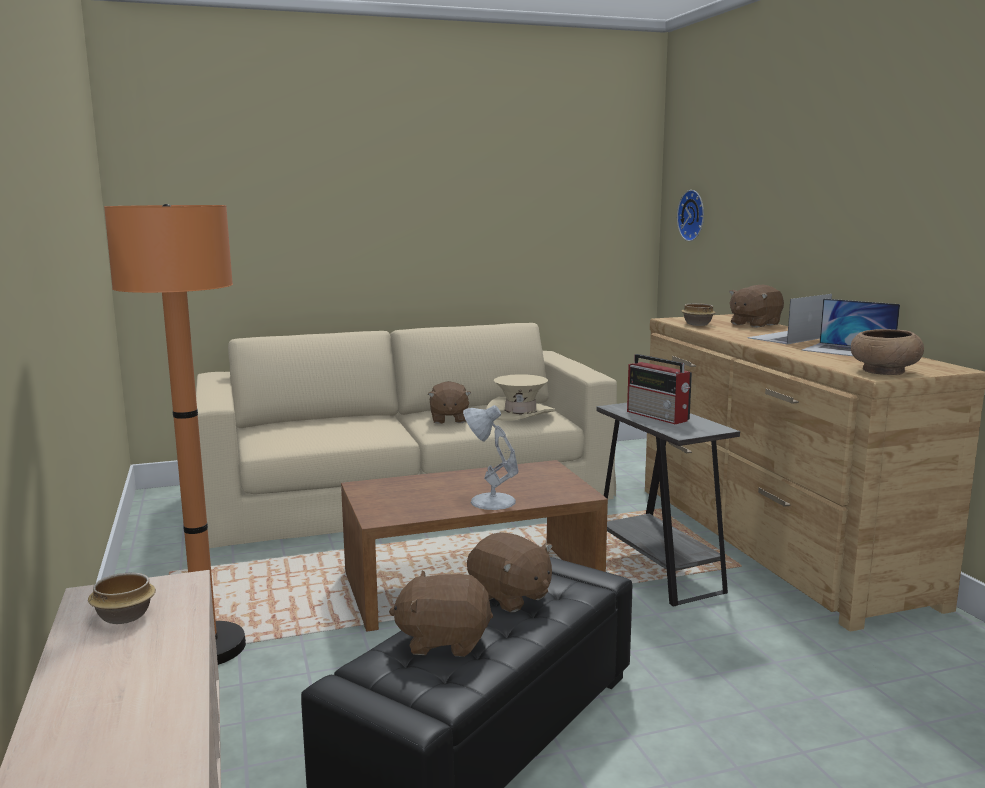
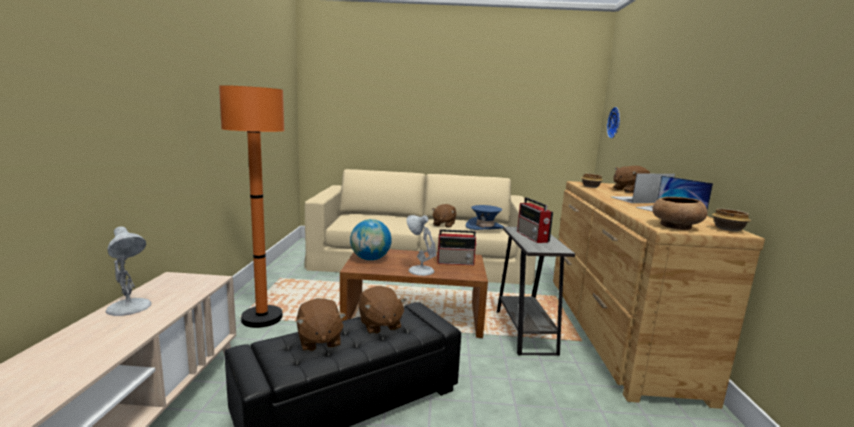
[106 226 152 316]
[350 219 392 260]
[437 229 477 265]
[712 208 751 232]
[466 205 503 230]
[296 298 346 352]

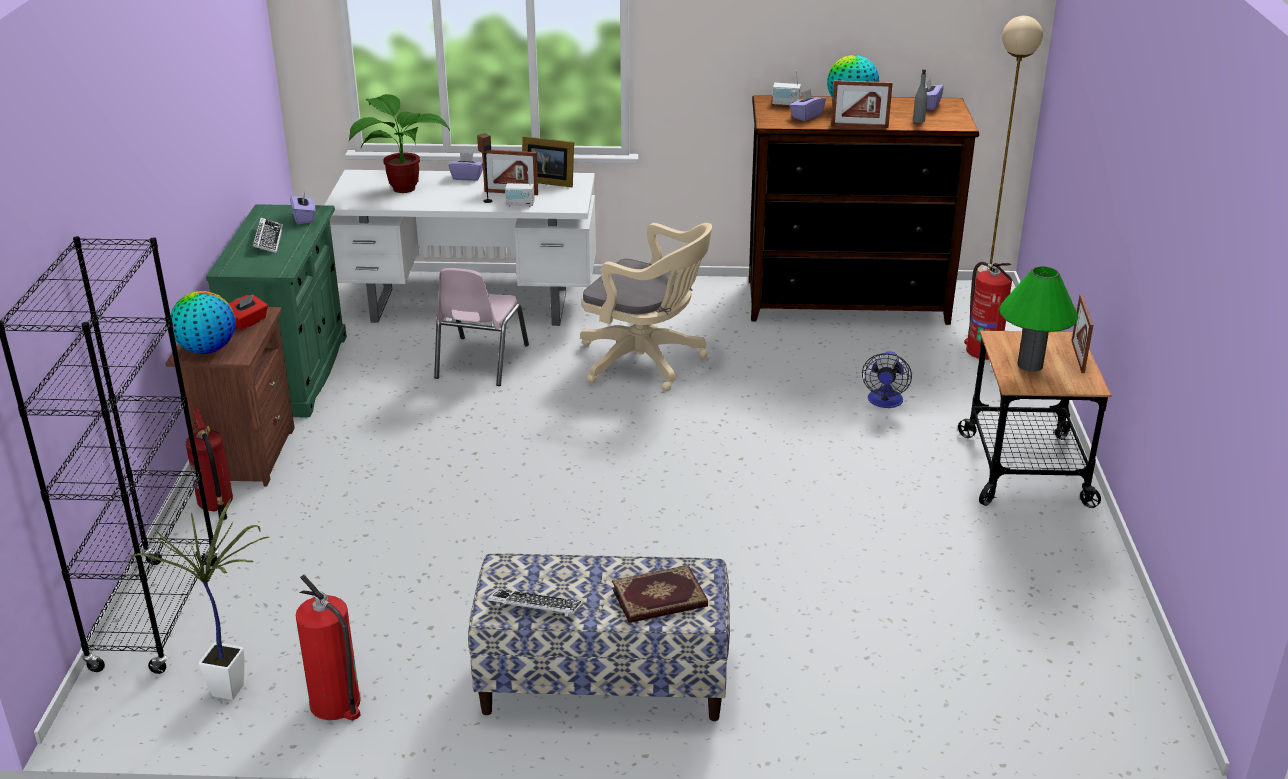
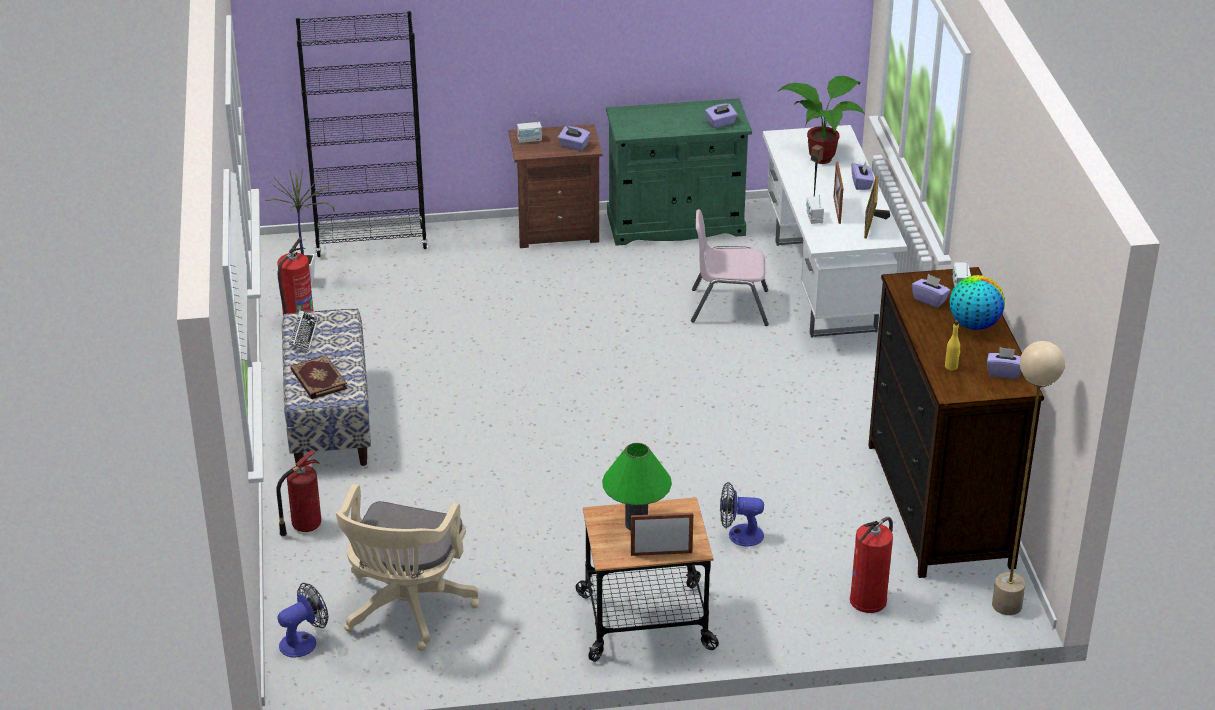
[253 217 283 253] (first image)
[831 80 893 128] (first image)
[278 583 328 657]
[276 450 321 536]
[336 484 479 651]
[517 113 542 143]
[558 126 590 151]
[945 320 960 370]

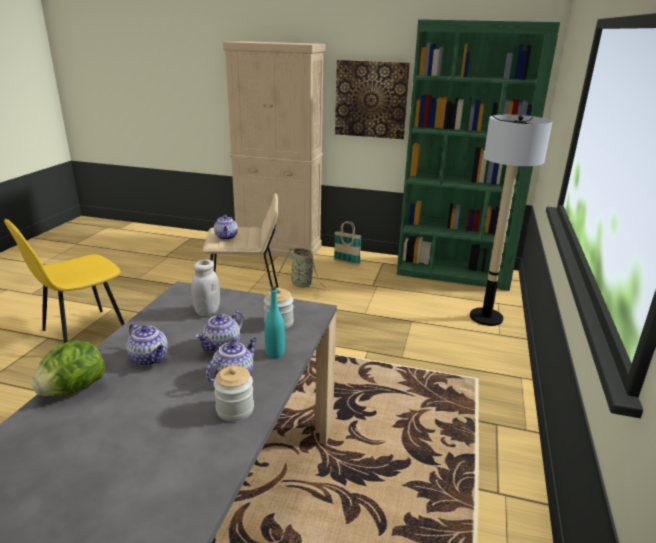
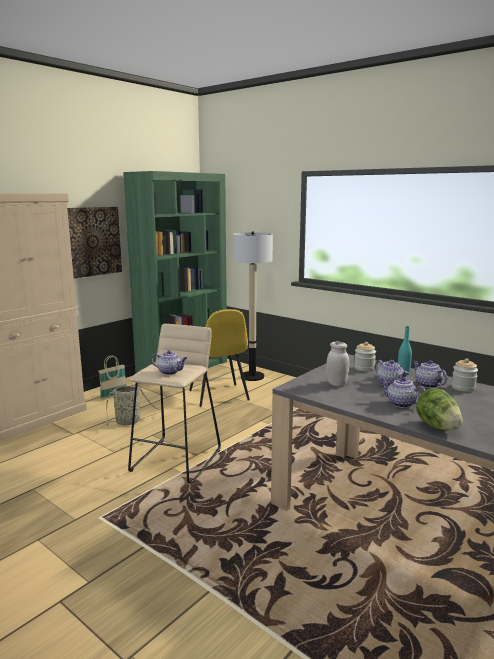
[189 309 250 407]
[381 377 425 408]

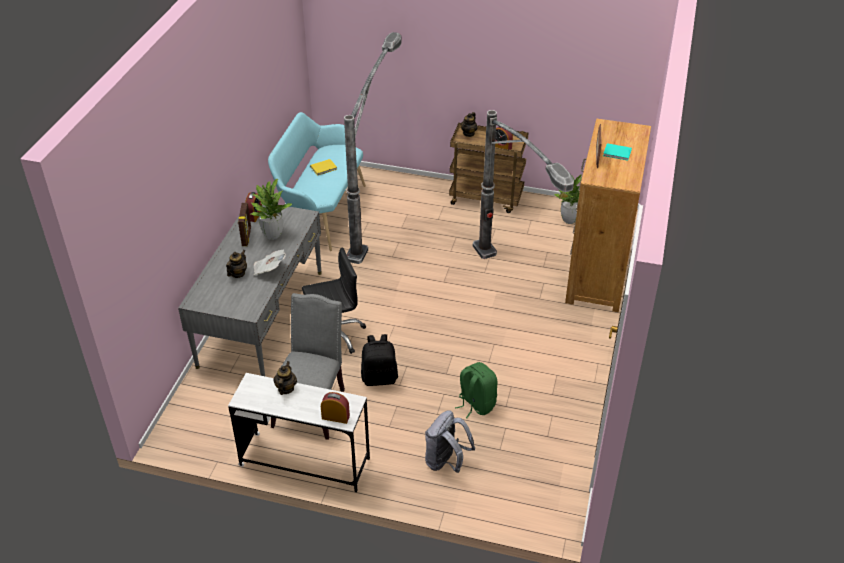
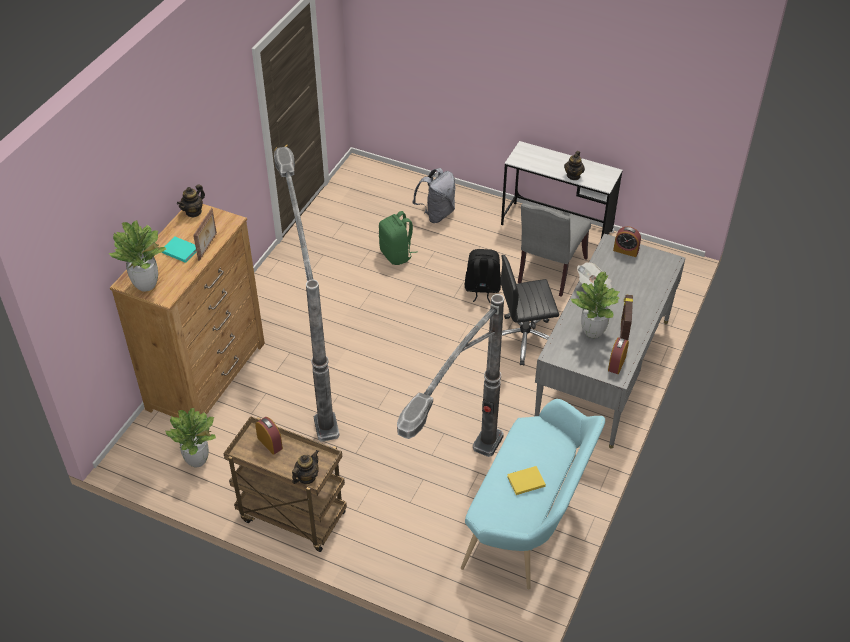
[109 220 167 292]
[177 184 205 217]
[613 226 641 257]

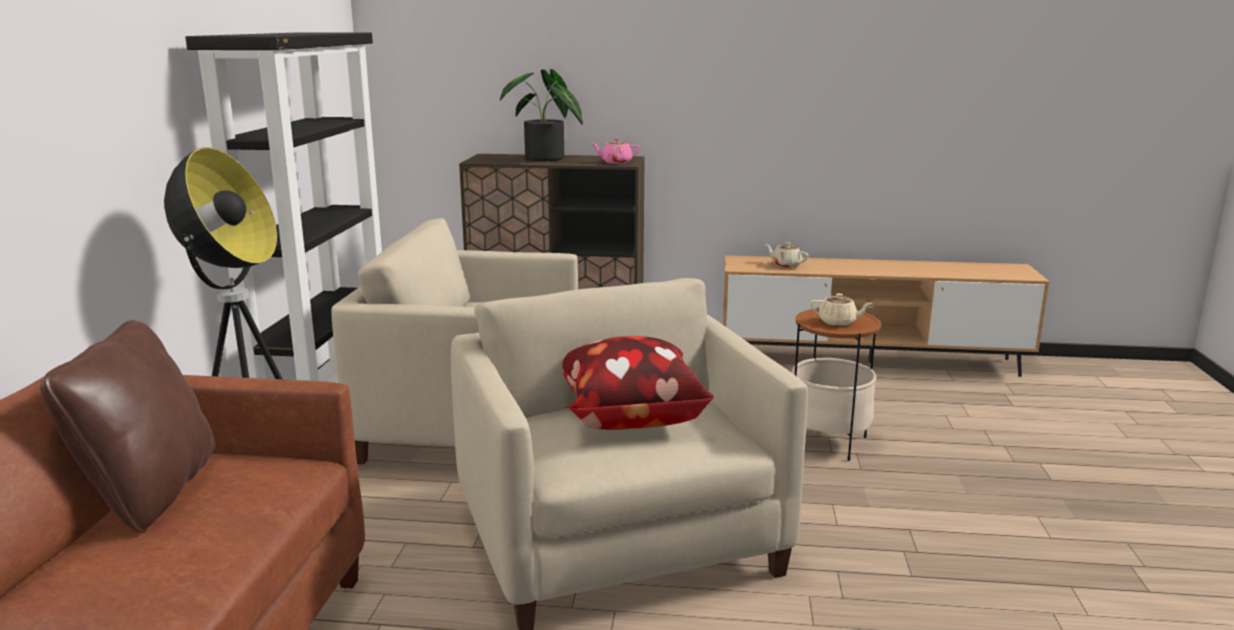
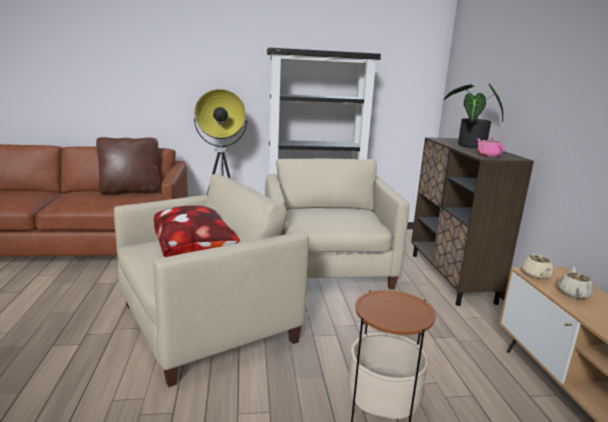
[522 253 554 279]

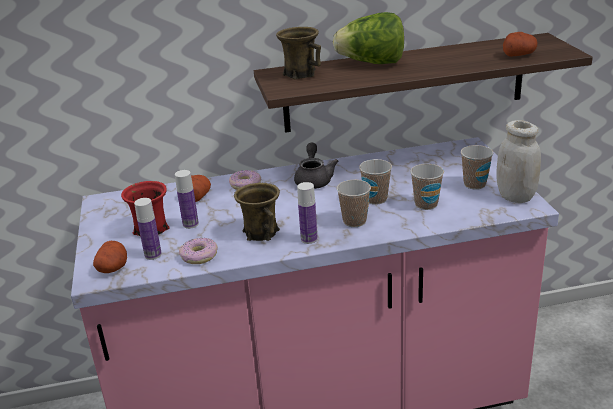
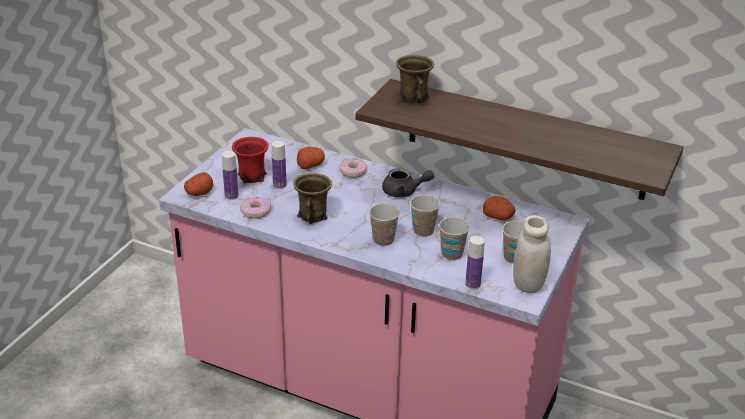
[333 12 404 64] (first image)
[465 236 485 290]
[483 196 516 221]
[382 168 434 198]

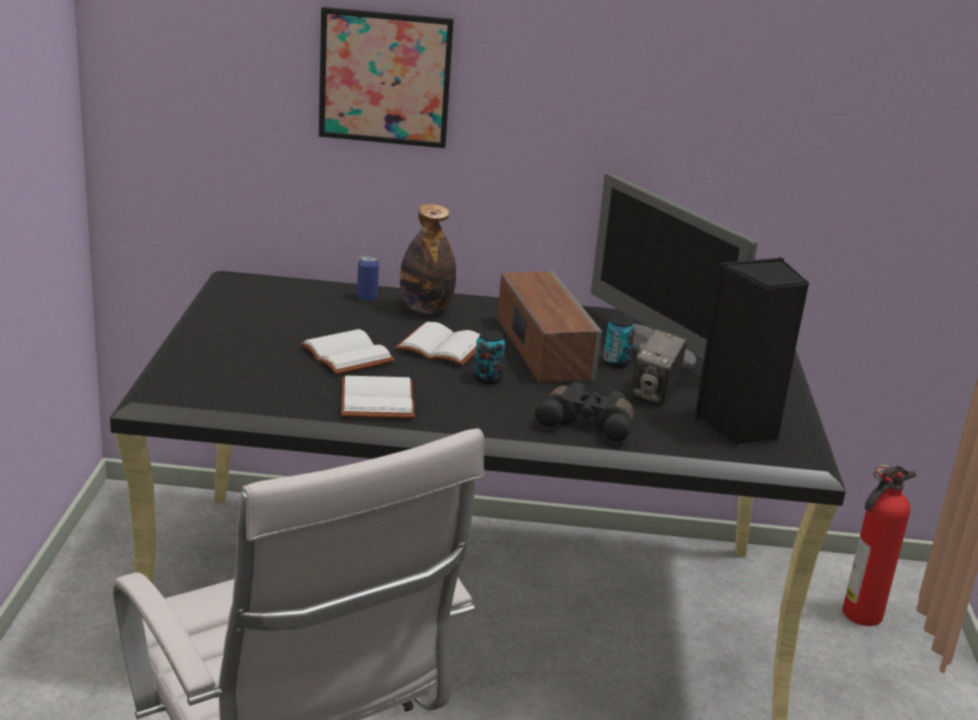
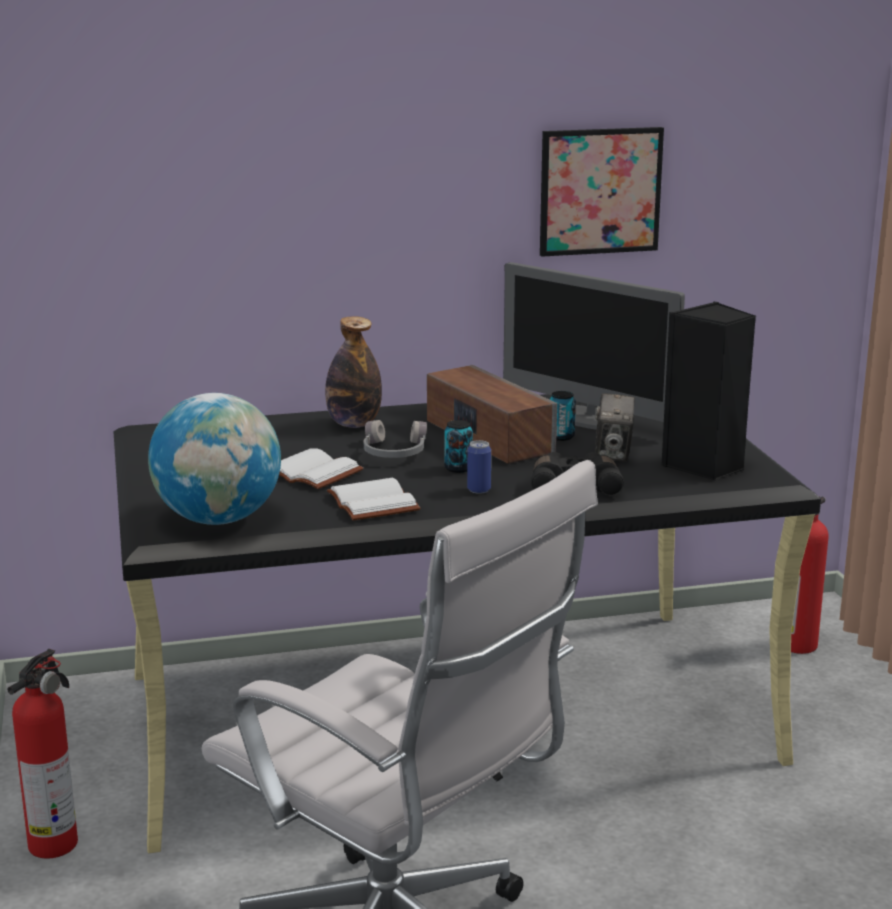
[7 649 78 858]
[148 393 281 525]
[540 127 664 257]
[467 440 491 494]
[364 420 427 458]

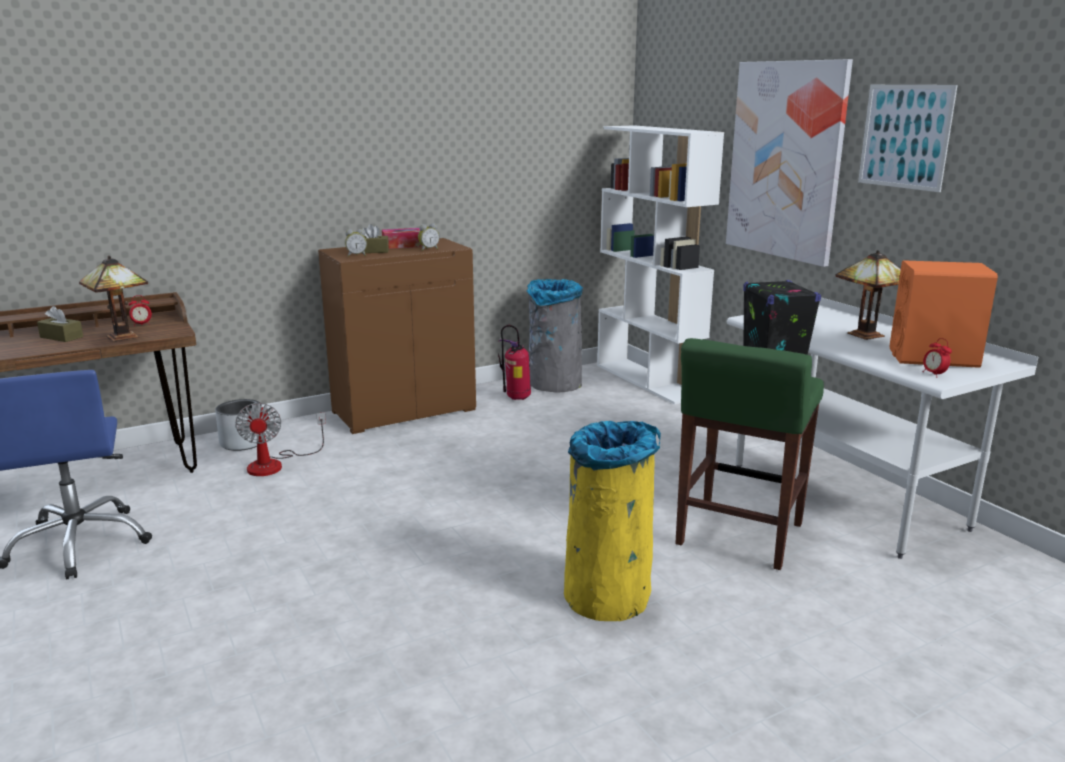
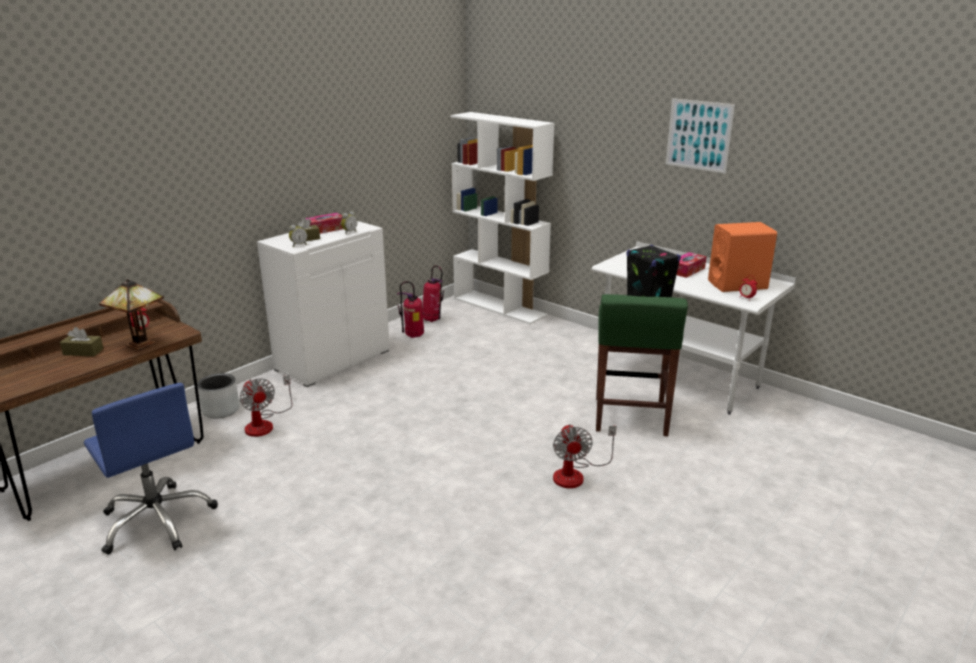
[726 59 853 267] (first image)
[423 266 444 322]
[553 424 616 488]
[677 252 707 278]
[257 221 390 387]

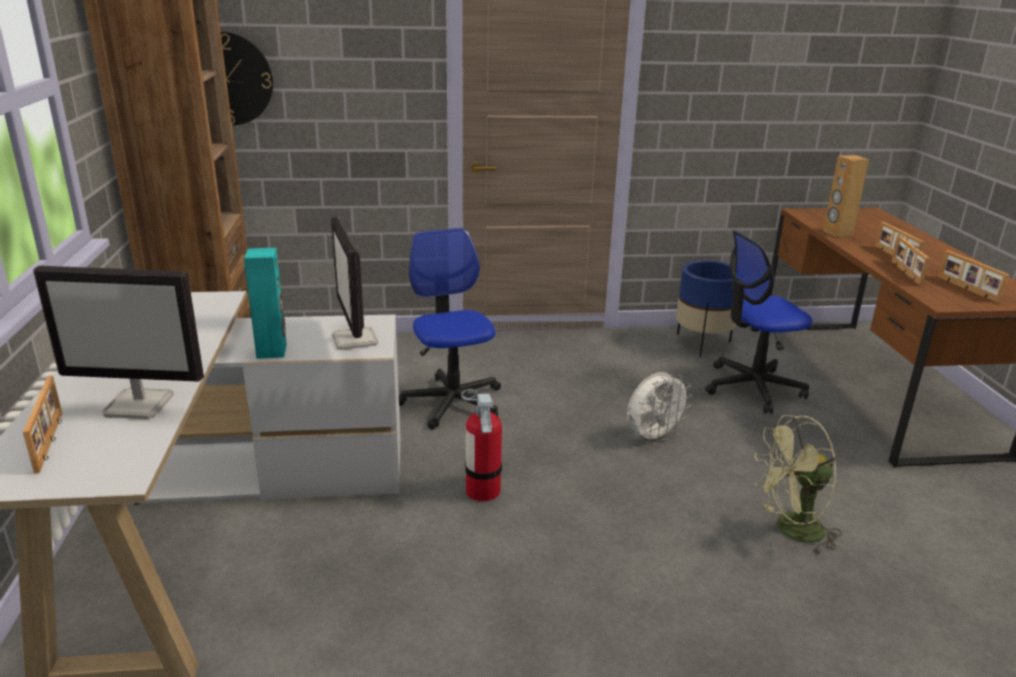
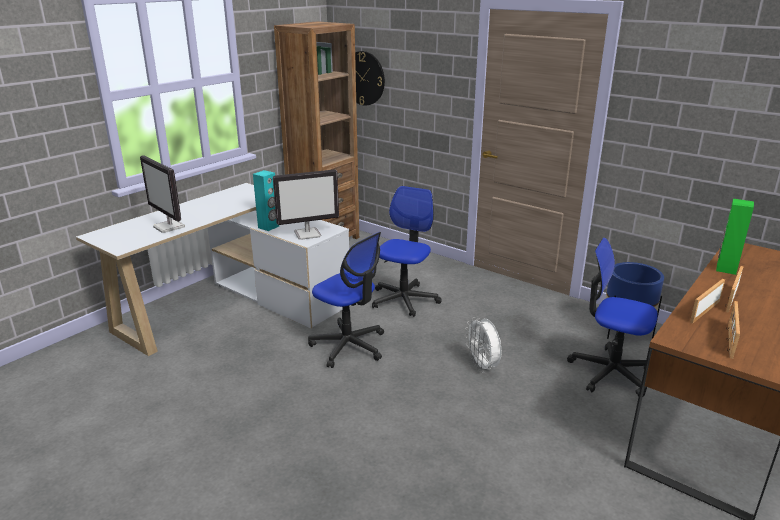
[23 375 62 474] (first image)
[755 415 842 555] (first image)
[308 232 384 368]
[716 199 754 275]
[273 169 339 240]
[465 317 502 373]

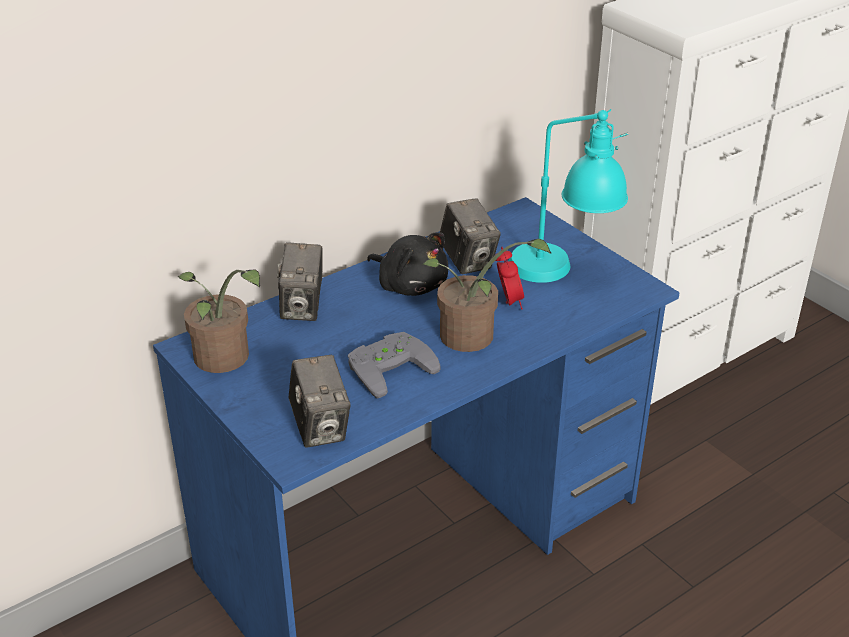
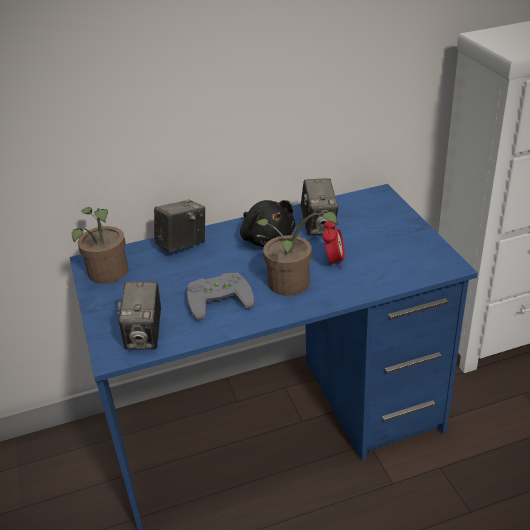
[509 109 628 283] (first image)
[154 199 205 252]

